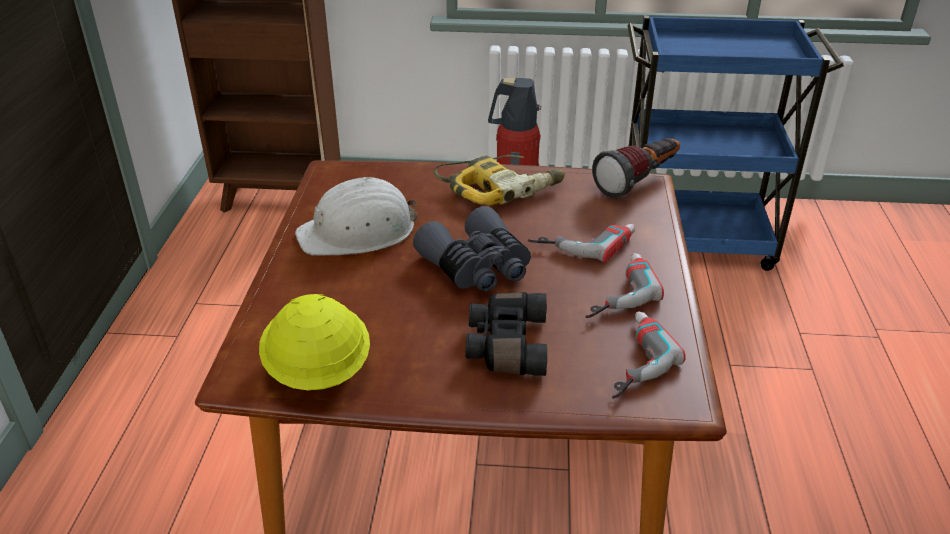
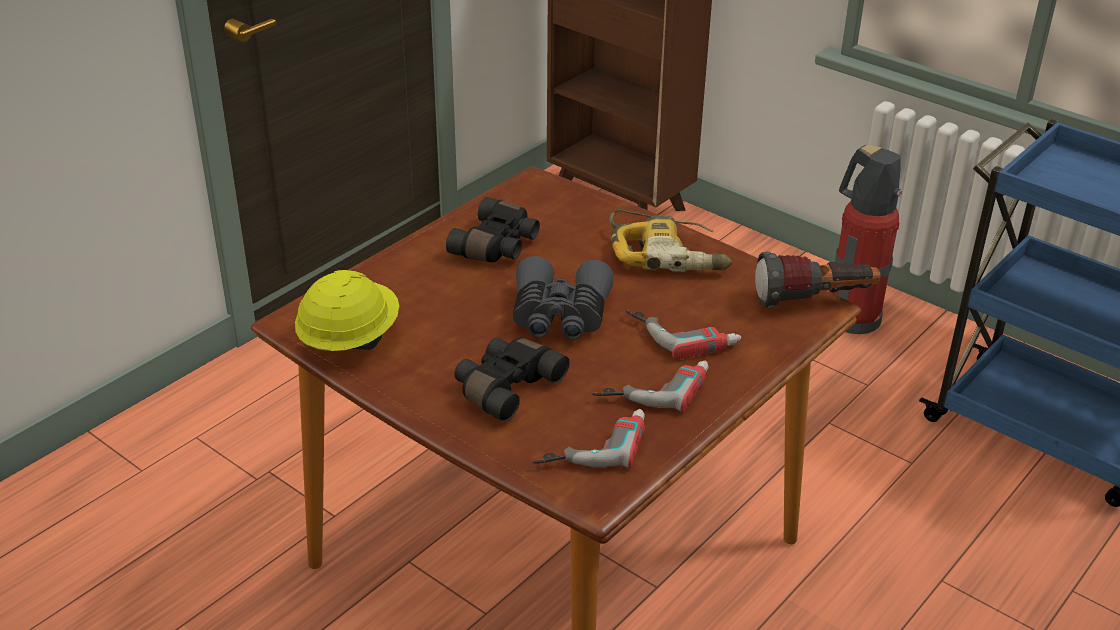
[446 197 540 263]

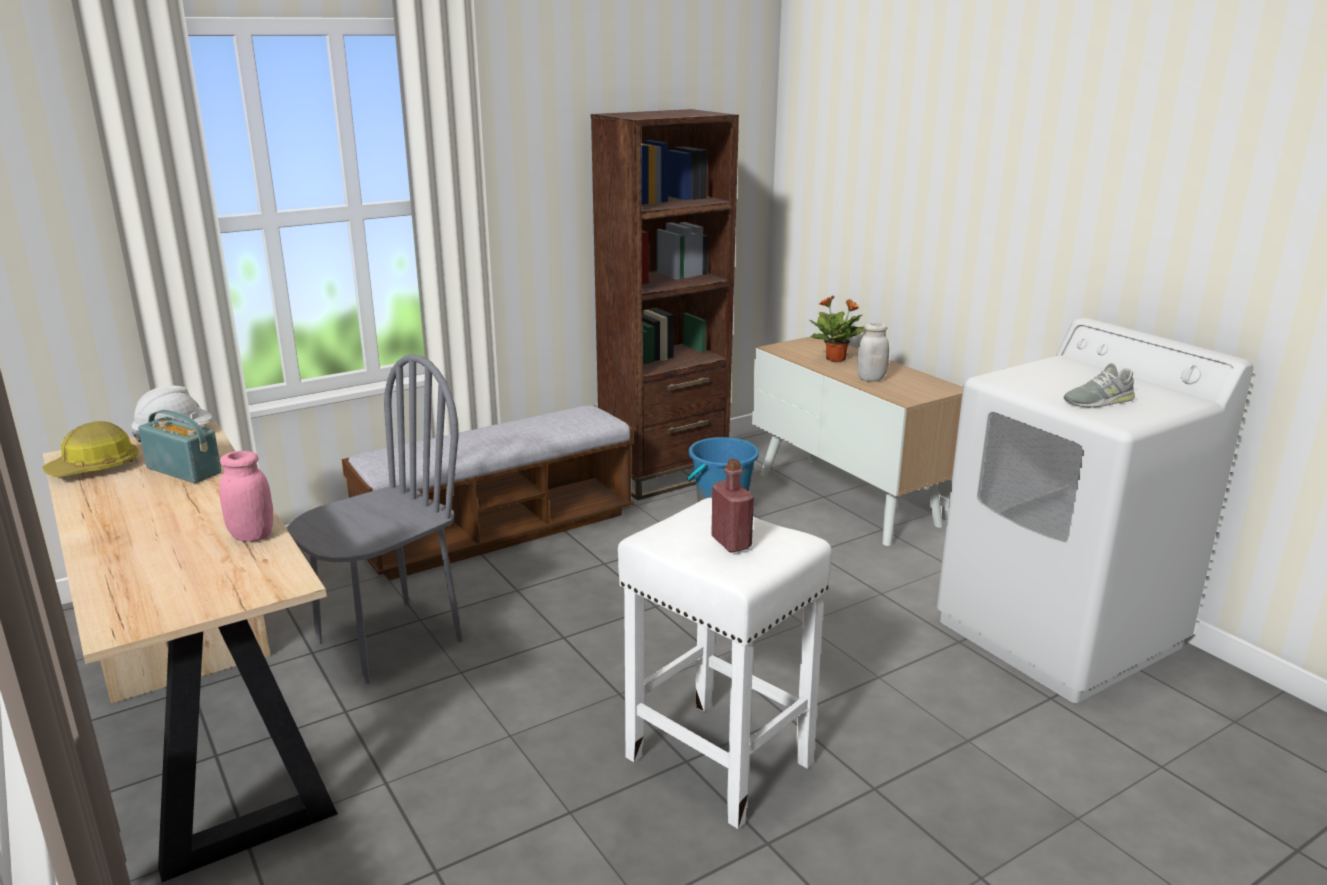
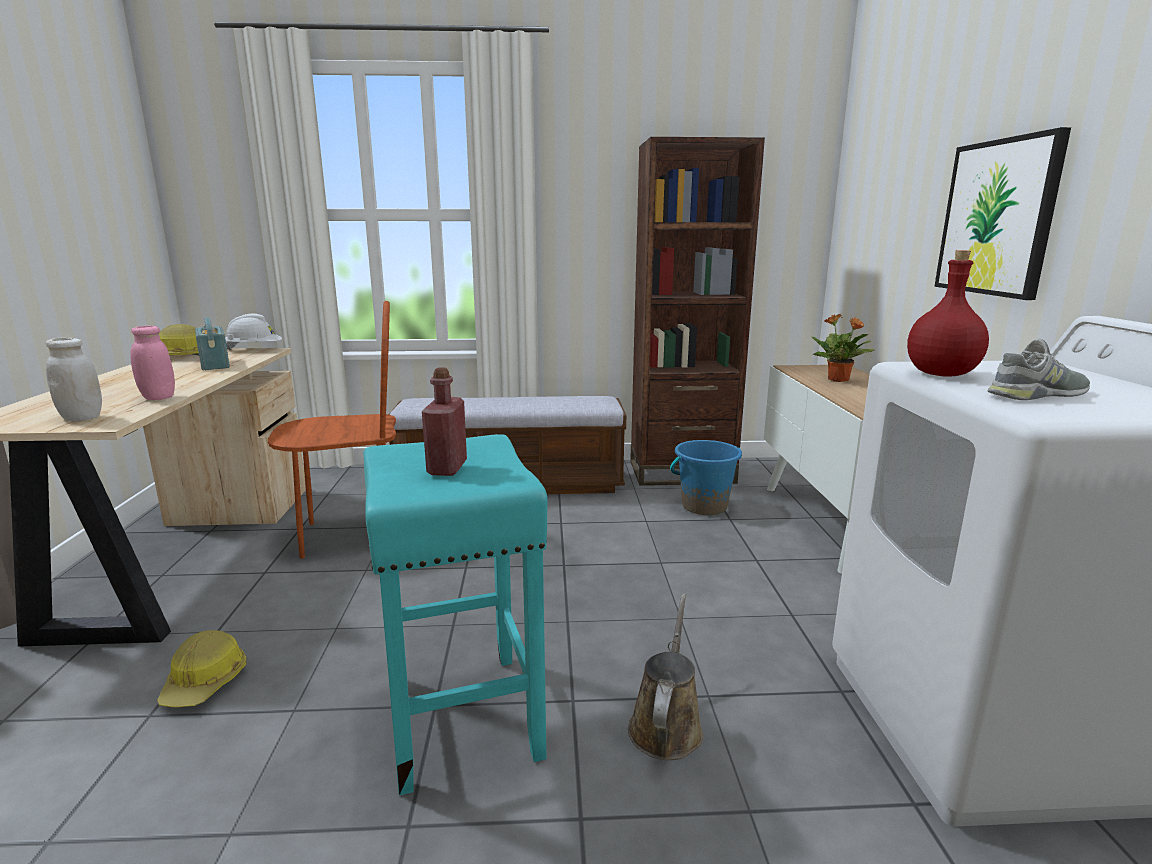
[157 630 247 707]
[628 594 703 760]
[907 250 989 377]
[934 127 1071 300]
[45 338 102 421]
[268 301 396 559]
[363 434 548 795]
[987 339 1090 400]

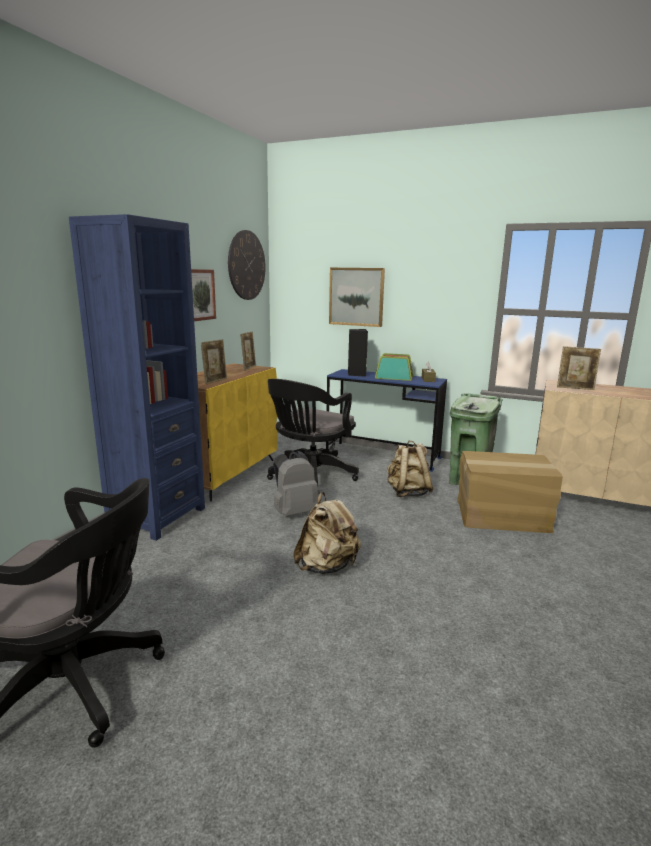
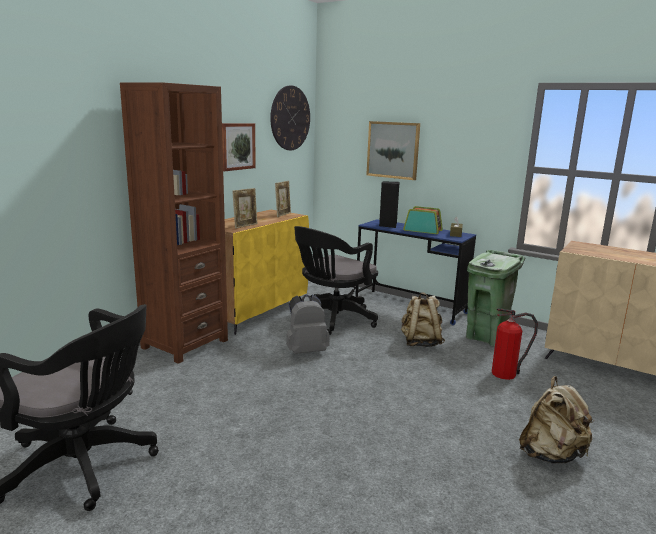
[557 346 601 390] (first image)
[519 376 595 464]
[492 308 538 380]
[120 82 228 364]

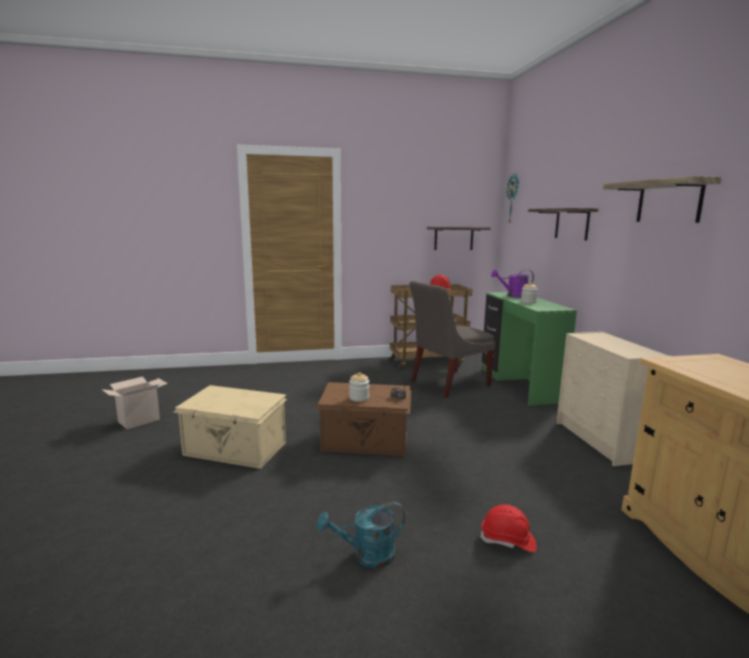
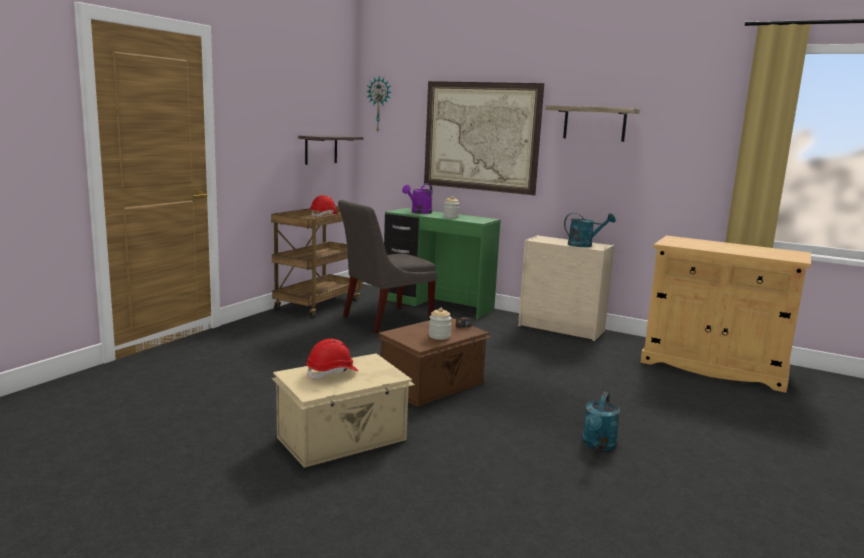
[101 377 168 429] (first image)
[564 213 616 247]
[306 339 358 379]
[424 81 544 195]
[338 200 437 333]

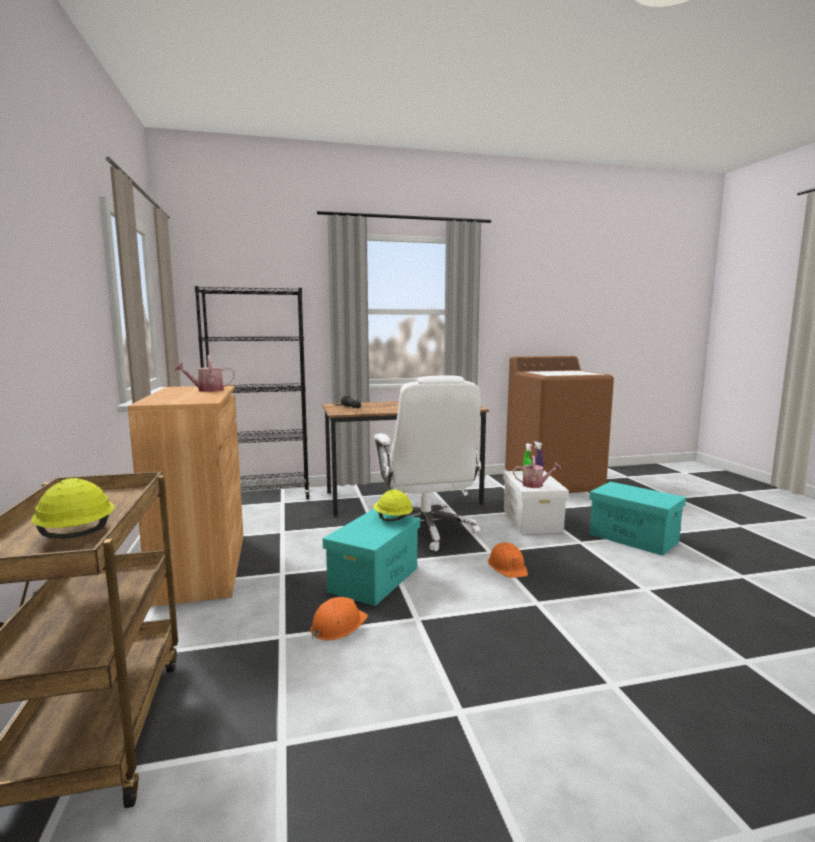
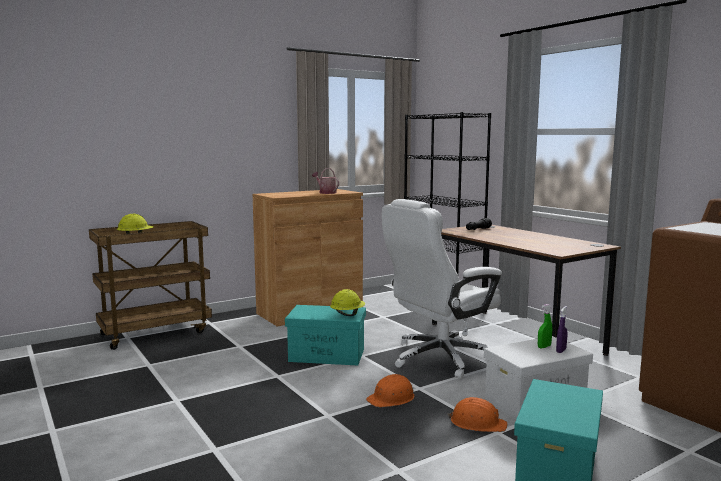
[513 456 562 488] (first image)
[447 397 507 432]

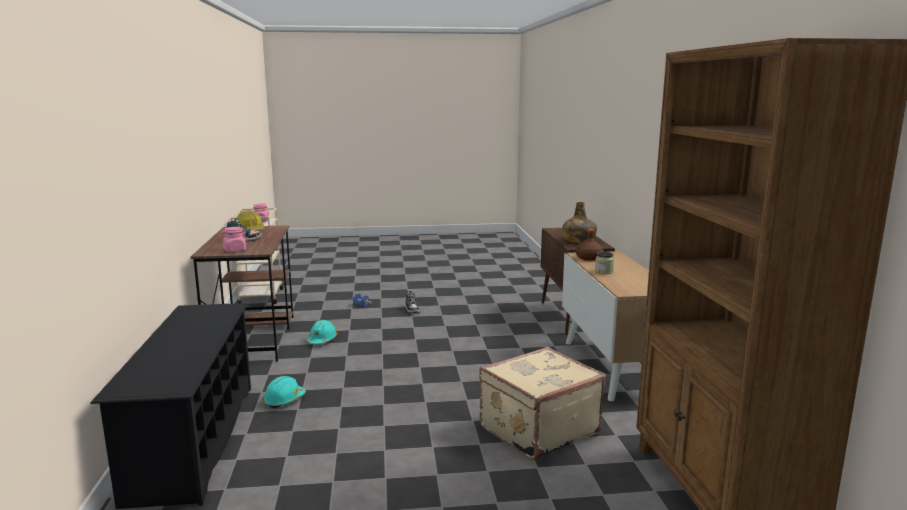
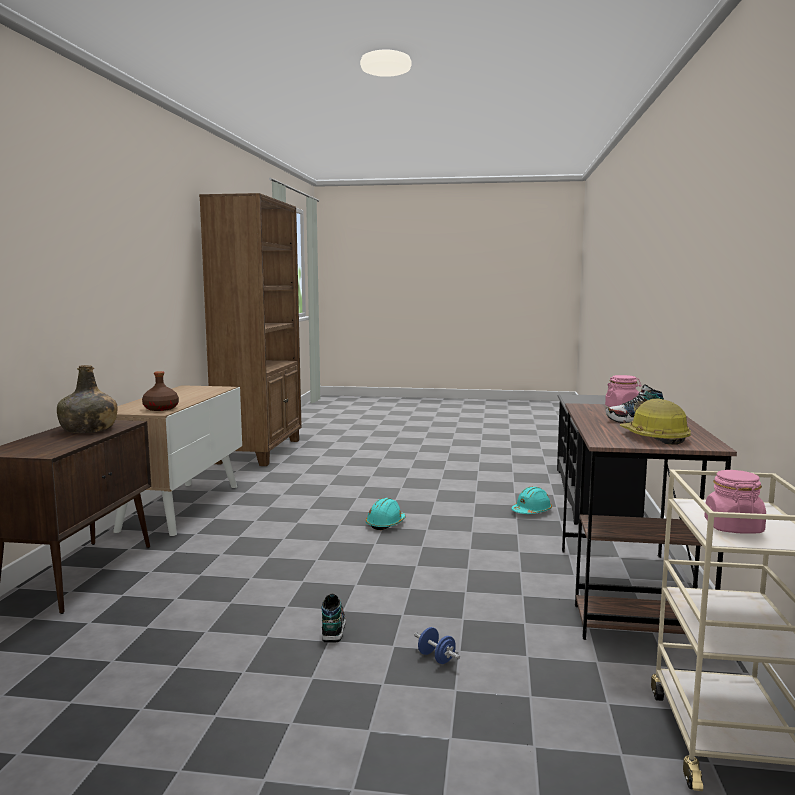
[479 347 606 460] (first image)
[595 252 614 274] (first image)
[366 498 406 530]

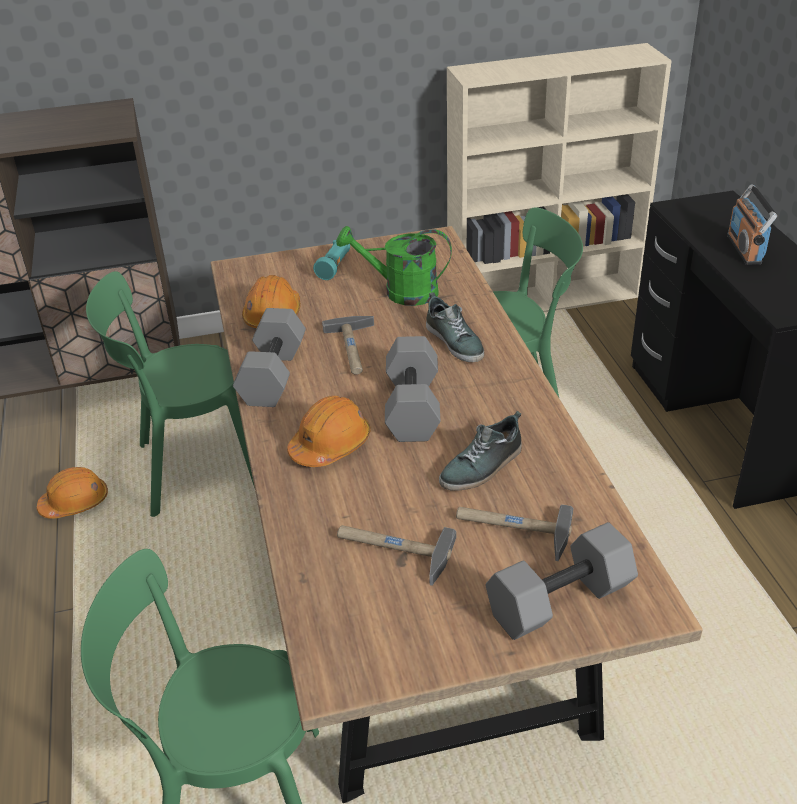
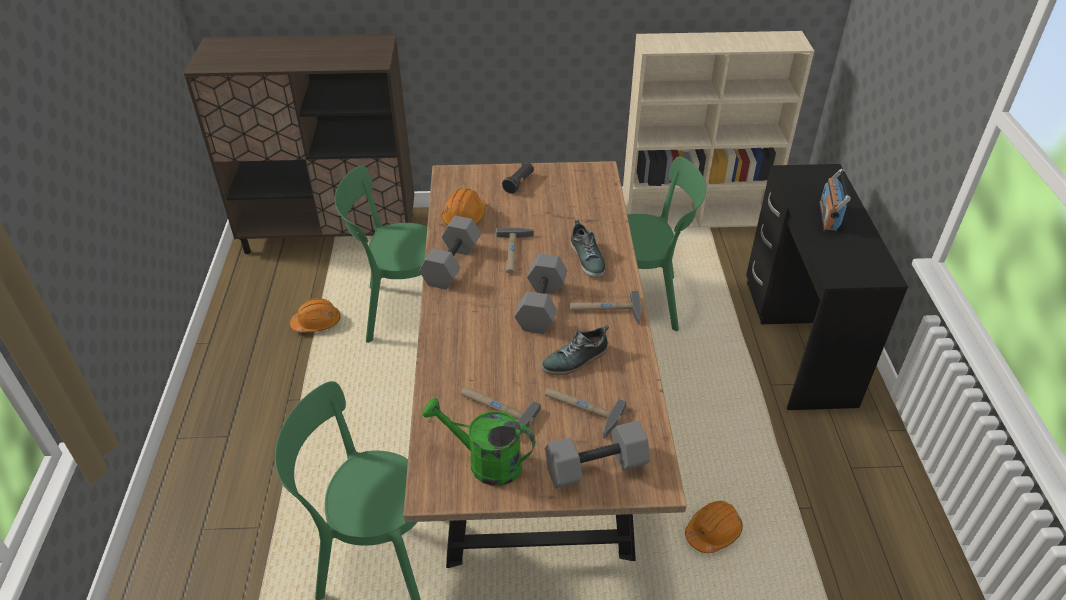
[570 291 642 325]
[685 501 743 553]
[422 398 535 486]
[502 162 534 194]

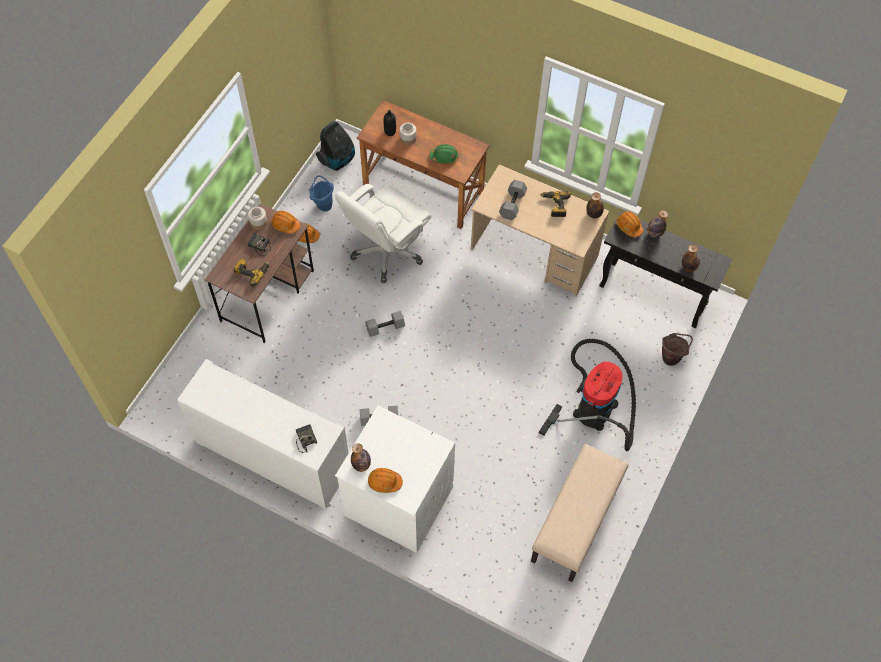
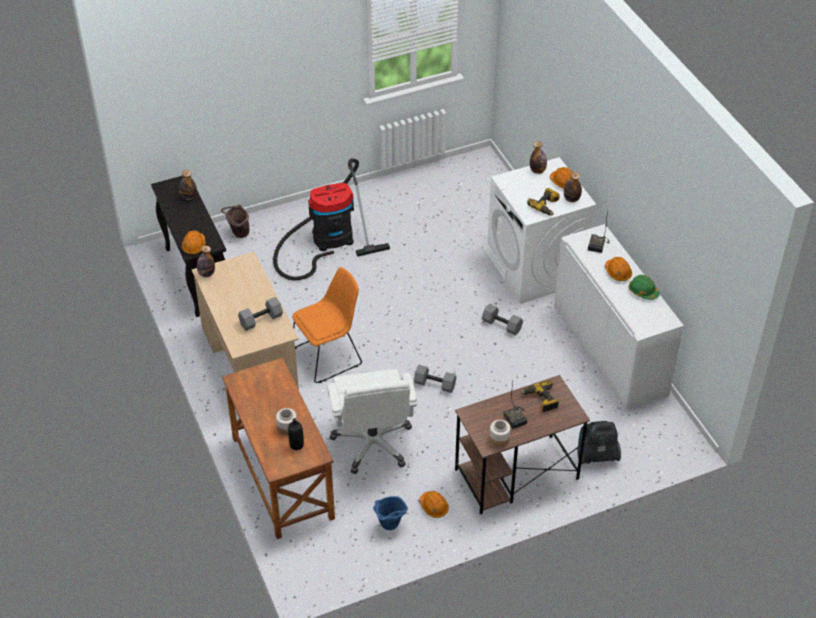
[531 444 629 582] (first image)
[292 267 362 383]
[605 257 632 281]
[577 421 621 464]
[629 275 660 300]
[527 188 559 216]
[530 141 547 174]
[327 369 418 474]

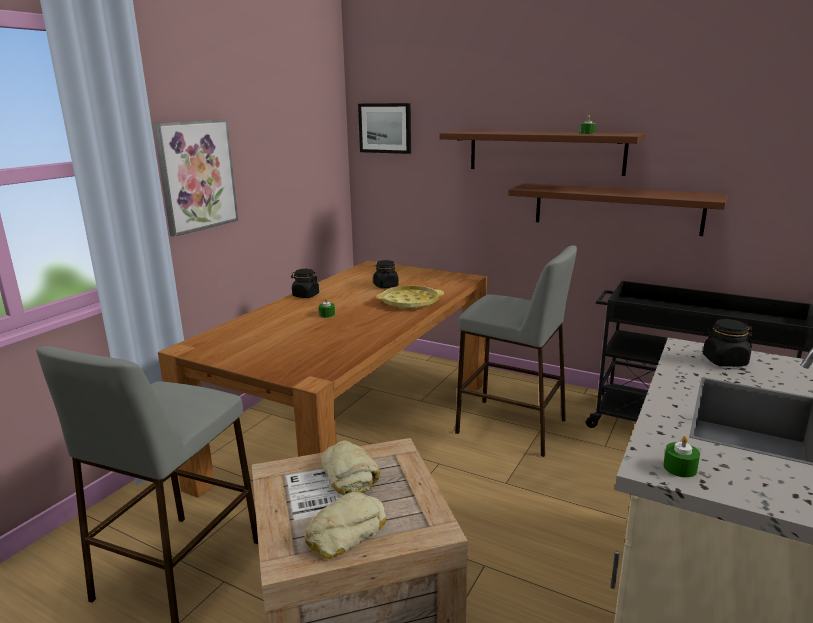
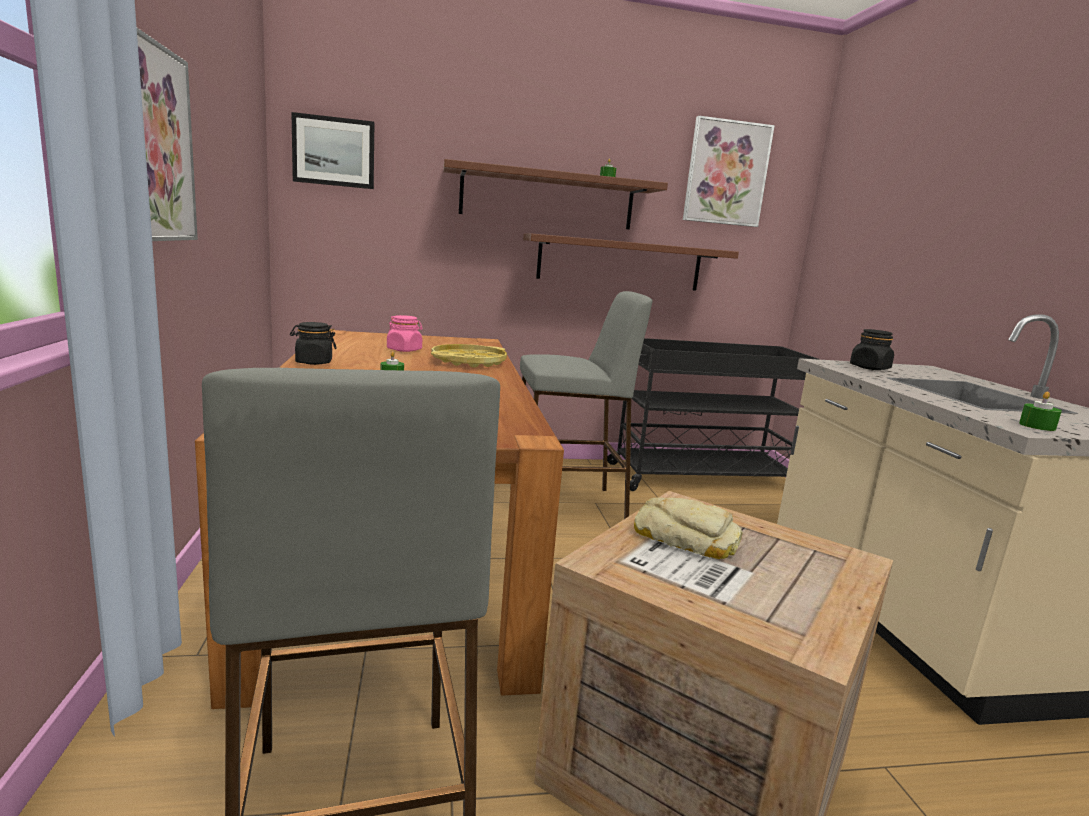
[304 491 386 559] (first image)
[683 116 775 227]
[387 315 422 352]

